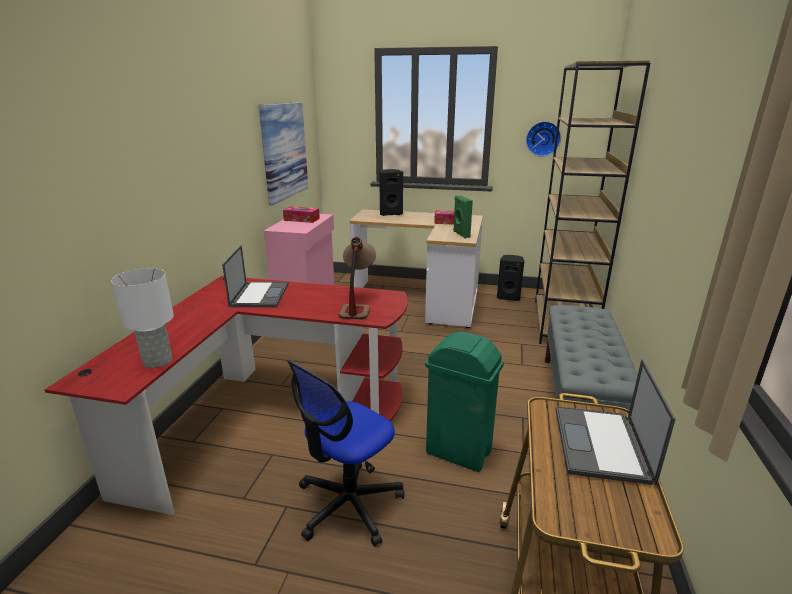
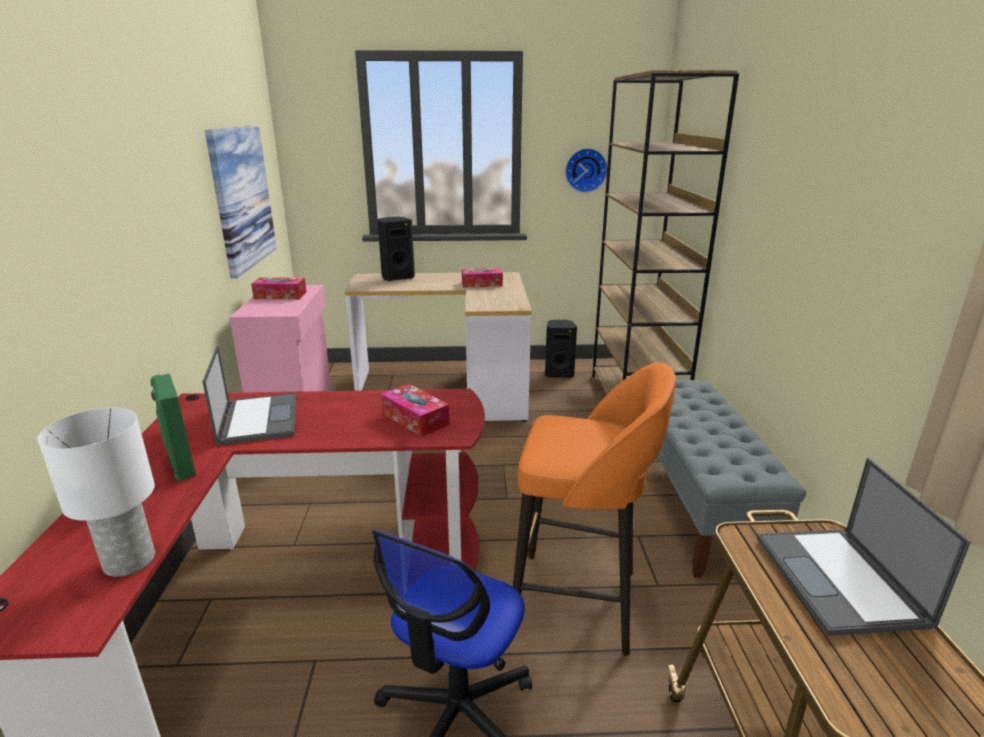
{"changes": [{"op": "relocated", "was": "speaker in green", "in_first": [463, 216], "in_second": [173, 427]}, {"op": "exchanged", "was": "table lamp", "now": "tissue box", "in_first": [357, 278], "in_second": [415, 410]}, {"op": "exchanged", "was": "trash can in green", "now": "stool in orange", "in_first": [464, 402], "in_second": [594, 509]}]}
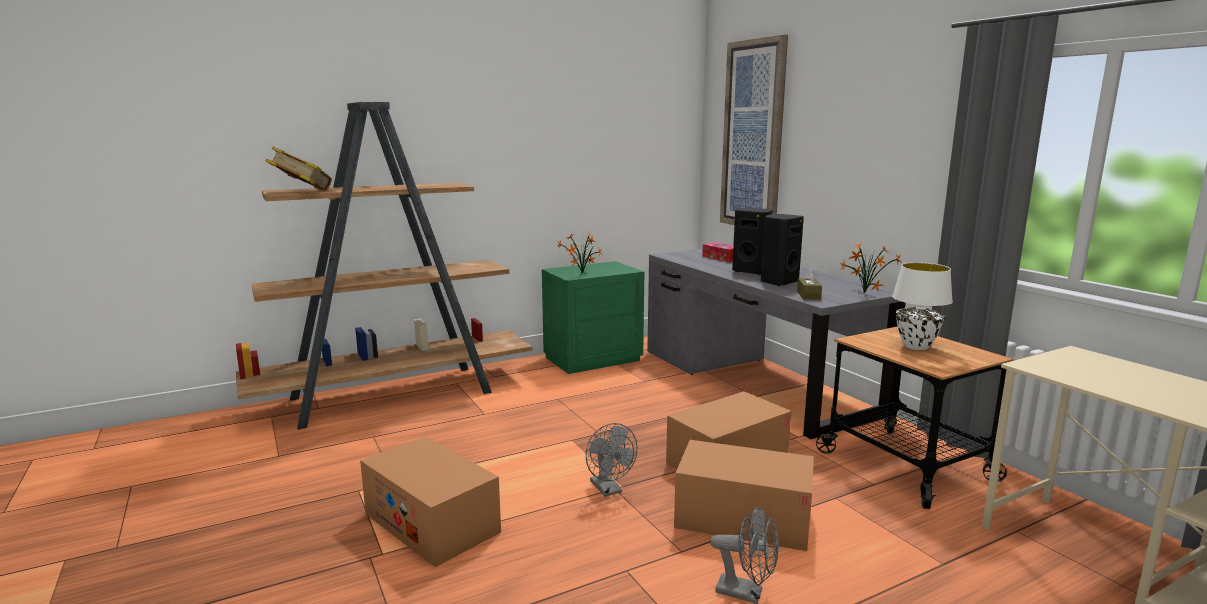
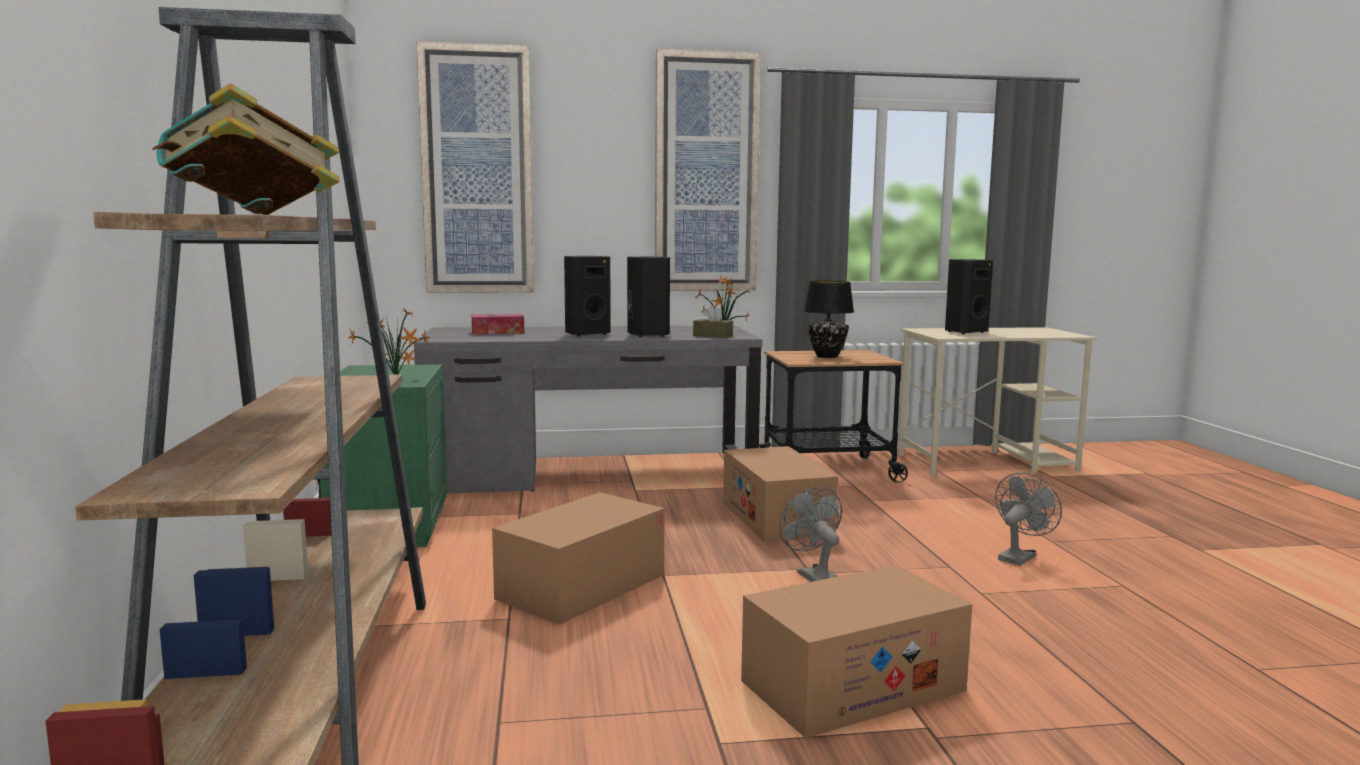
{"changes": [{"op": "appeared", "now": "picture", "in_second": [708, 170]}, {"op": "appeared", "now": "speaker in black", "in_second": [969, 296]}, {"op": "relocated", "was": "cardboard box", "in_first": [744, 495], "in_second": [578, 558]}, {"op": "colour", "was": "table lamp in white", "now": "table lamp in black", "in_first": [922, 306], "in_second": [829, 319]}, {"op": "spun", "was": "fan in grey", "in_first": [611, 460], "in_second": [810, 534], "clockwise": -105}]}
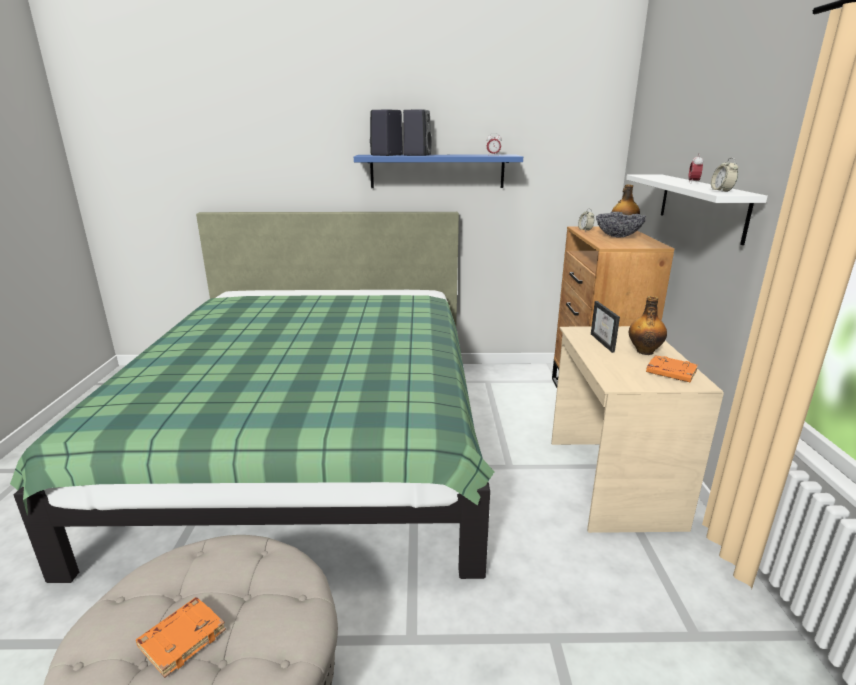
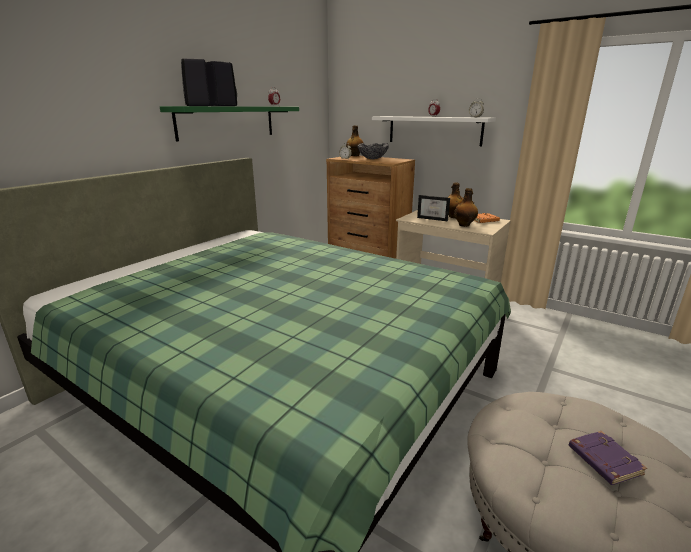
{"changes": [{"op": "appeared", "now": "bottle", "in_second": [466, 207]}, {"op": "colour", "was": "book in orange", "now": "book in purple", "in_first": [181, 637], "in_second": [608, 458]}, {"op": "colour", "was": "shelf in blue", "now": "shelf in green", "in_first": [438, 171], "in_second": [229, 123]}]}
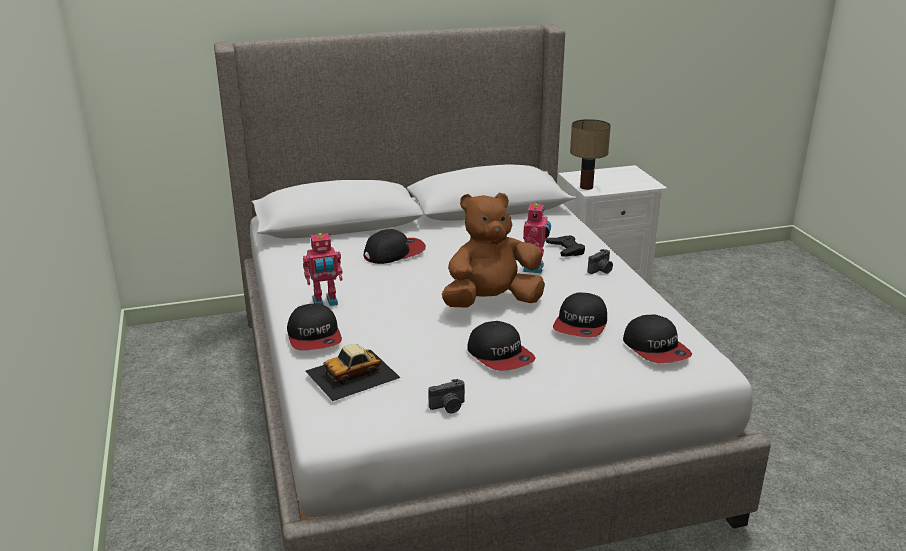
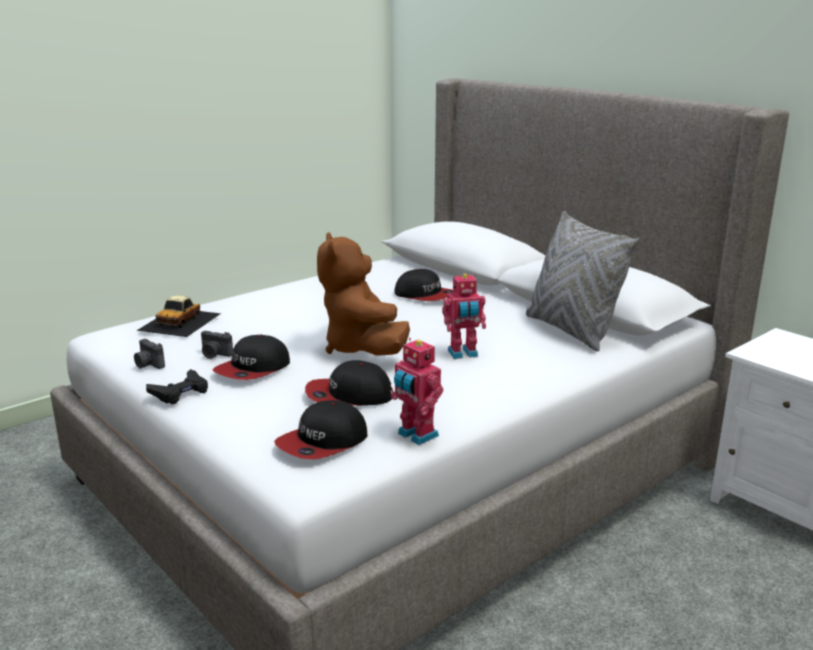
{"changes": [{"op": "missing", "was": "cap", "in_first": [314, 327]}, {"op": "missing", "was": "table lamp", "in_first": [590, 154]}, {"op": "appeared", "now": "pillow in grey", "in_second": [583, 281]}, {"op": "relocated", "was": "toy robot", "in_first": [323, 269], "in_second": [417, 391]}, {"op": "relocated", "was": "game controller in black", "in_first": [565, 246], "in_second": [177, 386]}, {"op": "relocated", "was": "photo camera", "in_first": [600, 261], "in_second": [217, 345]}, {"op": "spun", "was": "toy car", "in_first": [353, 372], "in_second": [178, 316], "clockwise": -105}, {"op": "spun", "was": "plush toy in brown", "in_first": [493, 250], "in_second": [363, 294], "clockwise": -150}]}
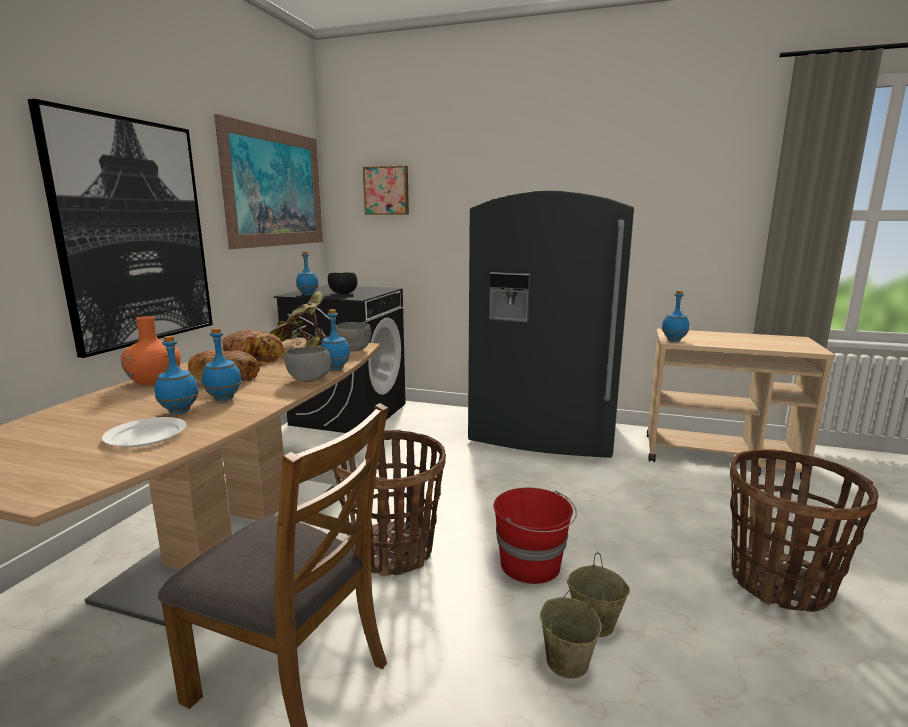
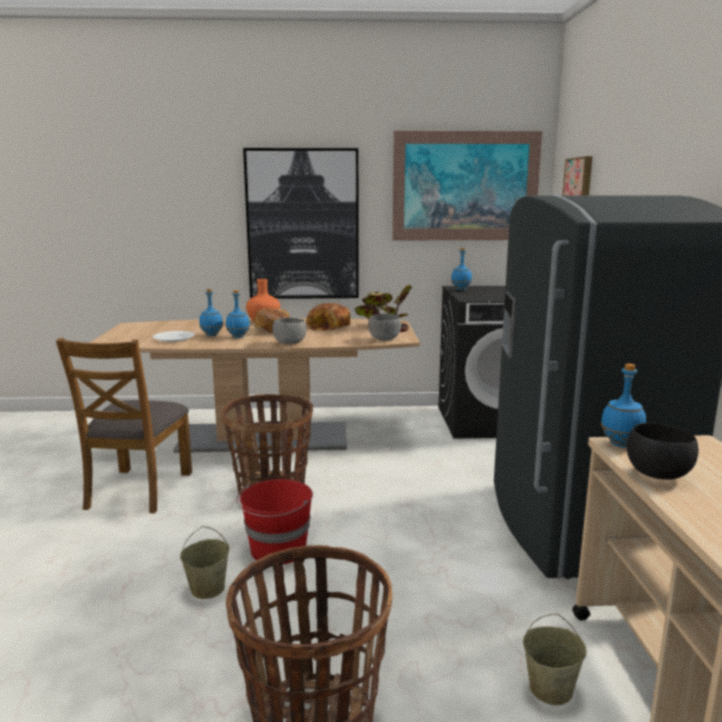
{"changes": [{"op": "missing", "was": "bottle in blue", "in_first": [335, 340]}, {"op": "relocated", "was": "bowl in black", "in_first": [342, 283], "in_second": [663, 451]}, {"op": "relocated", "was": "bucket in beige", "in_first": [571, 633], "in_second": [555, 659]}]}
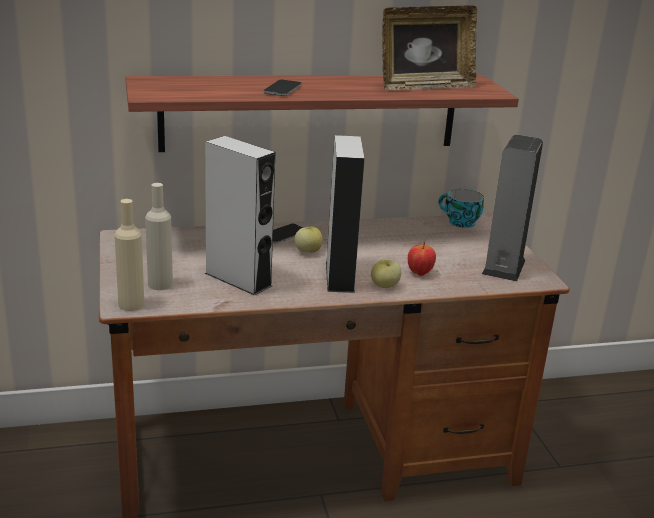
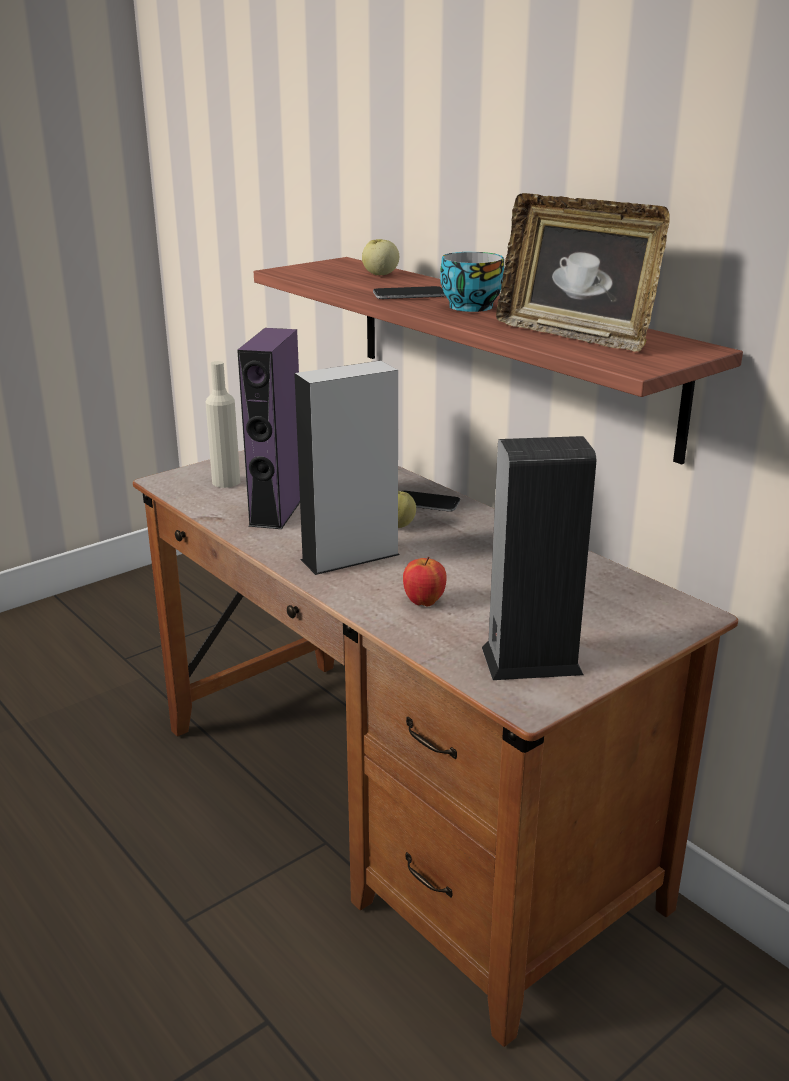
{"changes": [{"op": "missing", "was": "bottle in beige", "in_first": [129, 255]}, {"op": "relocated", "was": "apple", "in_first": [386, 274], "in_second": [380, 257]}, {"op": "relocated", "was": "cup", "in_first": [461, 208], "in_second": [472, 282]}, {"op": "colour", "was": "speaker in grey", "now": "speaker in purple", "in_first": [240, 216], "in_second": [268, 428]}]}
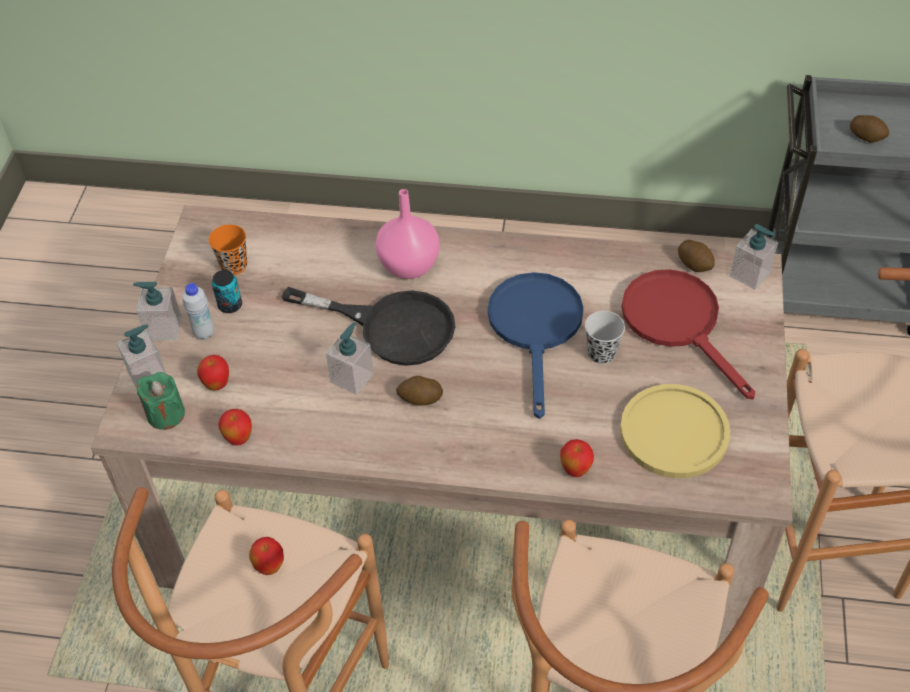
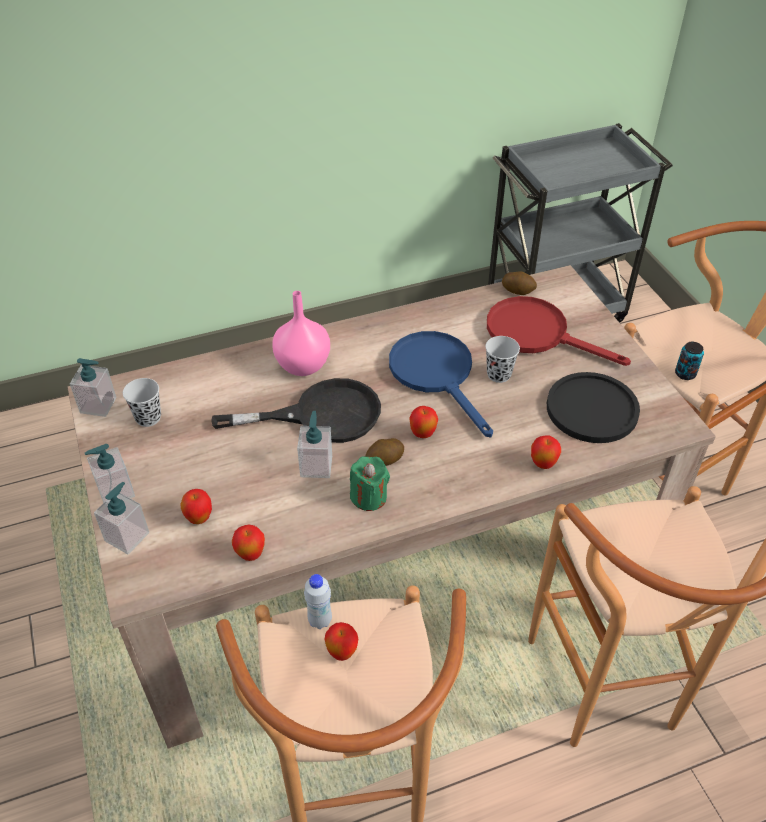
{"changes": [{"op": "missing", "was": "potato", "in_first": [869, 129]}, {"op": "appeared", "now": "apple", "in_second": [423, 422]}, {"op": "relocated", "was": "candle in green", "in_first": [161, 401], "in_second": [370, 483]}, {"op": "relocated", "was": "bottle in white", "in_first": [198, 311], "in_second": [318, 601]}, {"op": "relocated", "was": "can", "in_first": [227, 291], "in_second": [689, 361]}, {"op": "relocated", "was": "soap dispenser", "in_first": [754, 257], "in_second": [93, 387]}, {"op": "colour", "was": "cup in orange", "now": "cup in black", "in_first": [228, 249], "in_second": [142, 402]}, {"op": "colour", "was": "plate in yellow", "now": "plate in black", "in_first": [675, 431], "in_second": [593, 407]}]}
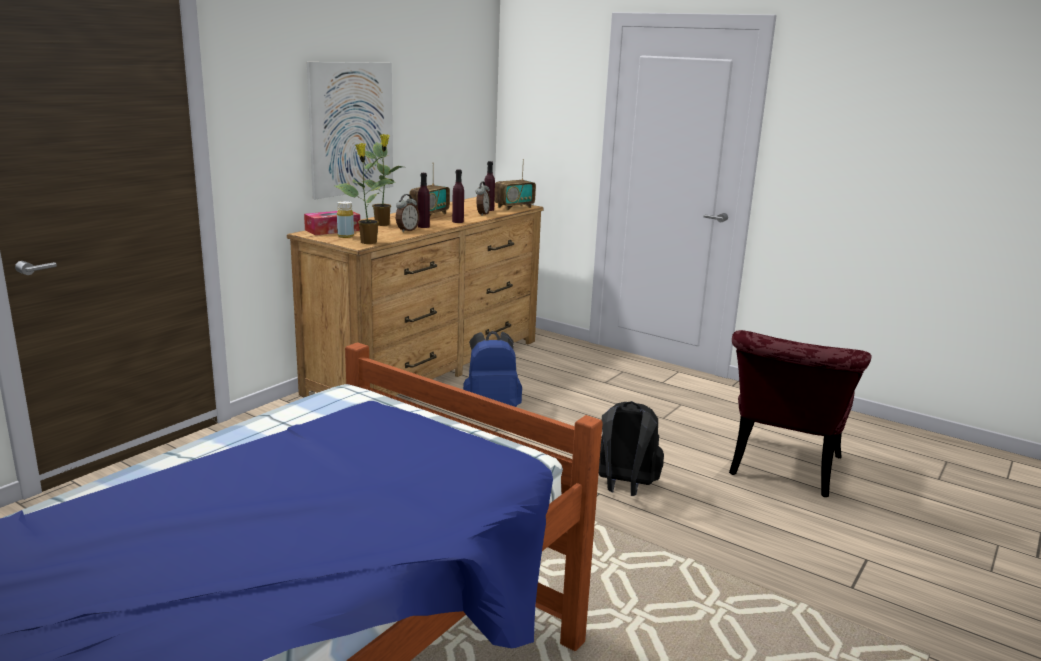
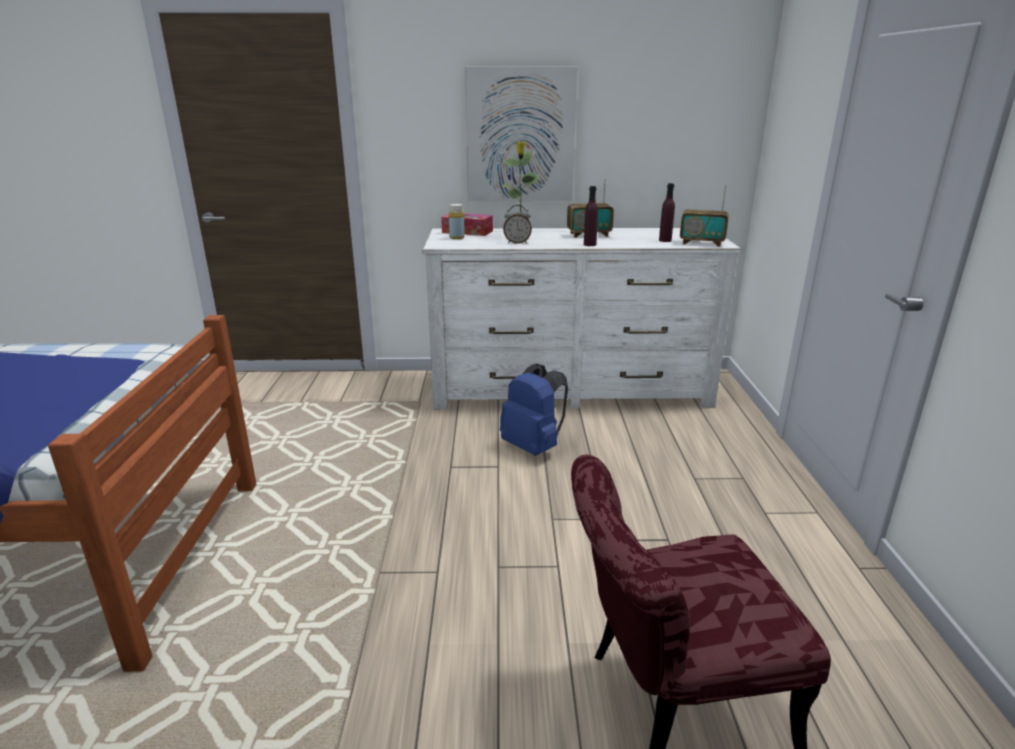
{"changes": [{"op": "missing", "was": "potted plant", "in_first": [365, 193]}, {"op": "missing", "was": "bottle in purple", "in_first": [424, 200]}, {"op": "missing", "was": "alarm clock", "in_first": [483, 199]}, {"op": "missing", "was": "backpack in black", "in_first": [631, 448]}, {"op": "colour", "was": "dresser in brown", "now": "dresser in white", "in_first": [415, 297], "in_second": [582, 318]}]}
